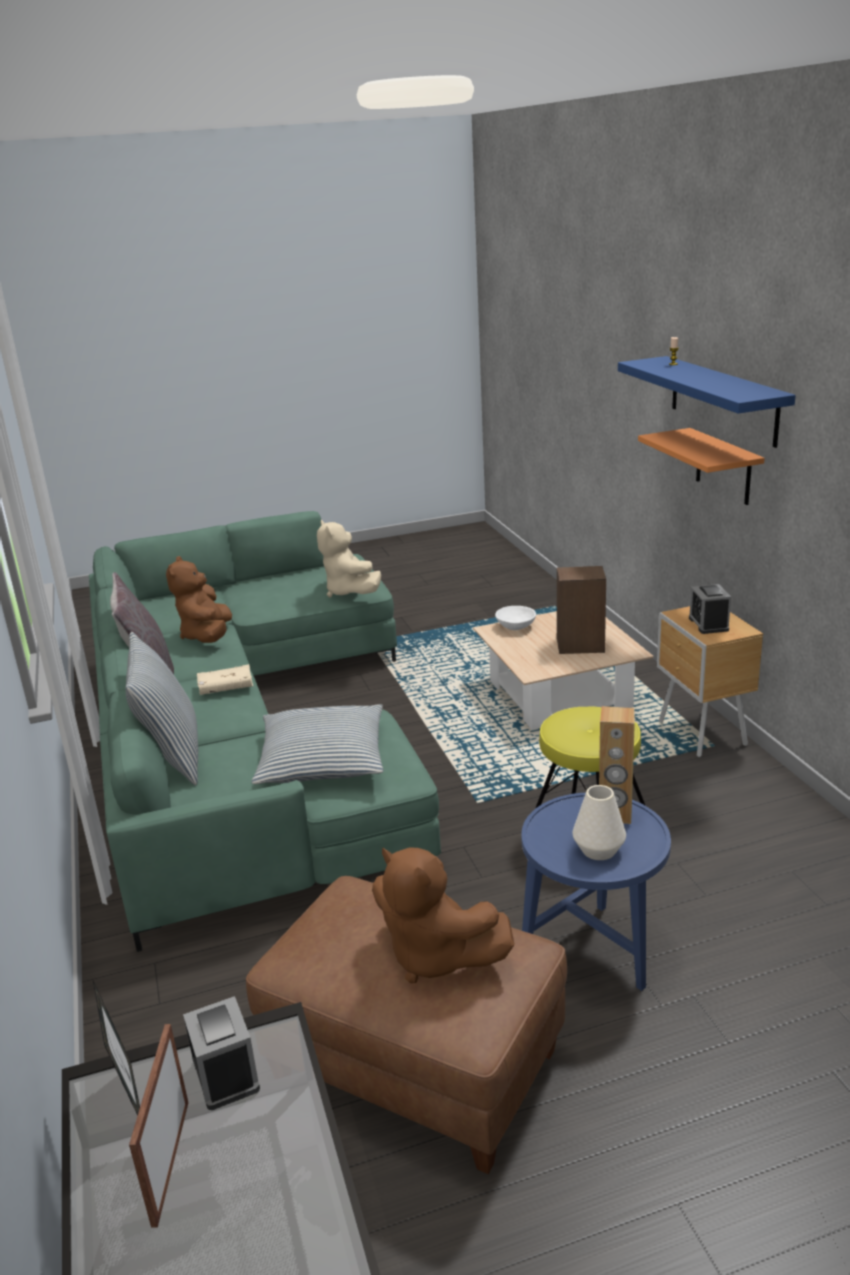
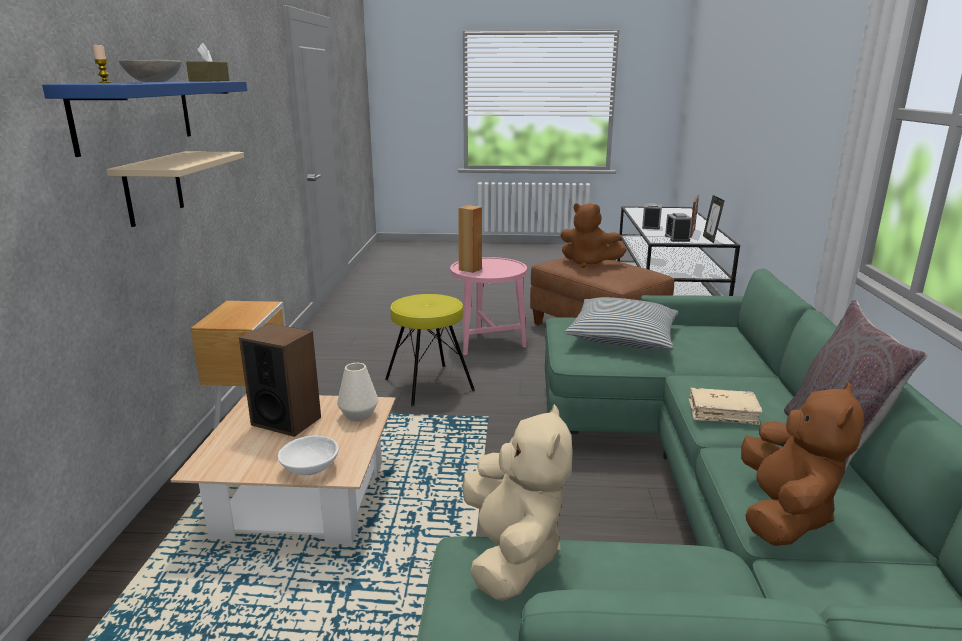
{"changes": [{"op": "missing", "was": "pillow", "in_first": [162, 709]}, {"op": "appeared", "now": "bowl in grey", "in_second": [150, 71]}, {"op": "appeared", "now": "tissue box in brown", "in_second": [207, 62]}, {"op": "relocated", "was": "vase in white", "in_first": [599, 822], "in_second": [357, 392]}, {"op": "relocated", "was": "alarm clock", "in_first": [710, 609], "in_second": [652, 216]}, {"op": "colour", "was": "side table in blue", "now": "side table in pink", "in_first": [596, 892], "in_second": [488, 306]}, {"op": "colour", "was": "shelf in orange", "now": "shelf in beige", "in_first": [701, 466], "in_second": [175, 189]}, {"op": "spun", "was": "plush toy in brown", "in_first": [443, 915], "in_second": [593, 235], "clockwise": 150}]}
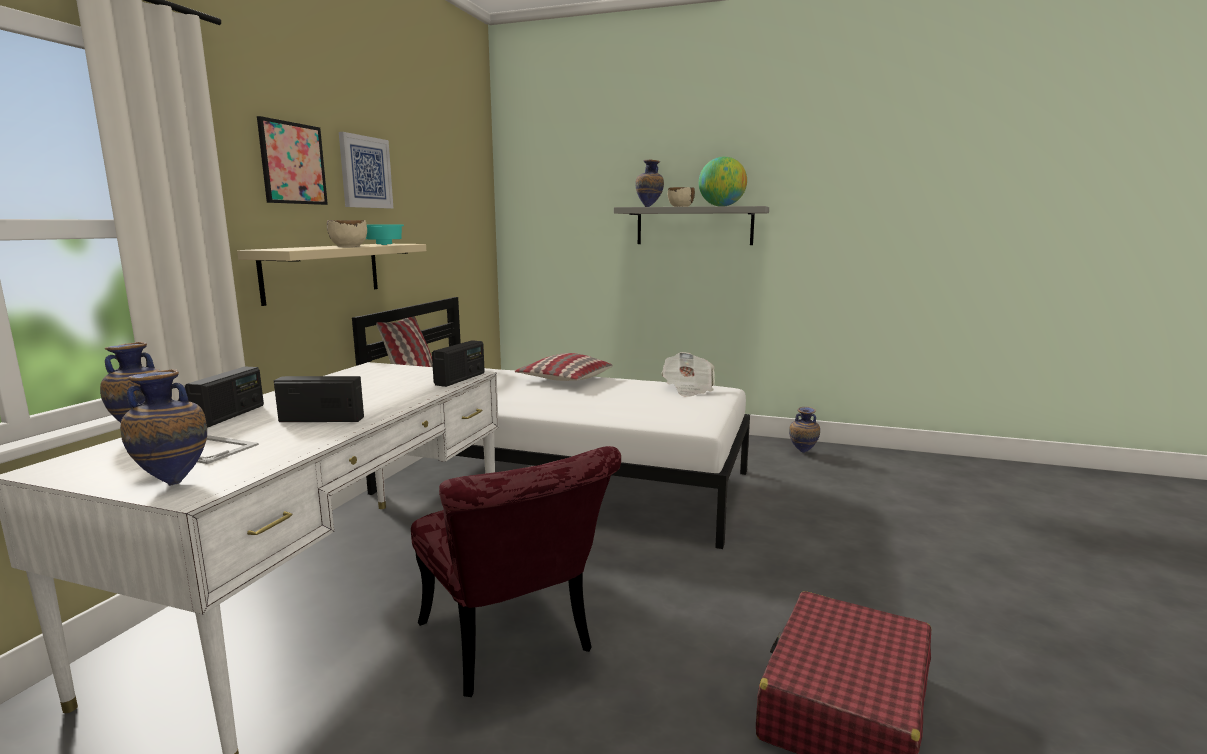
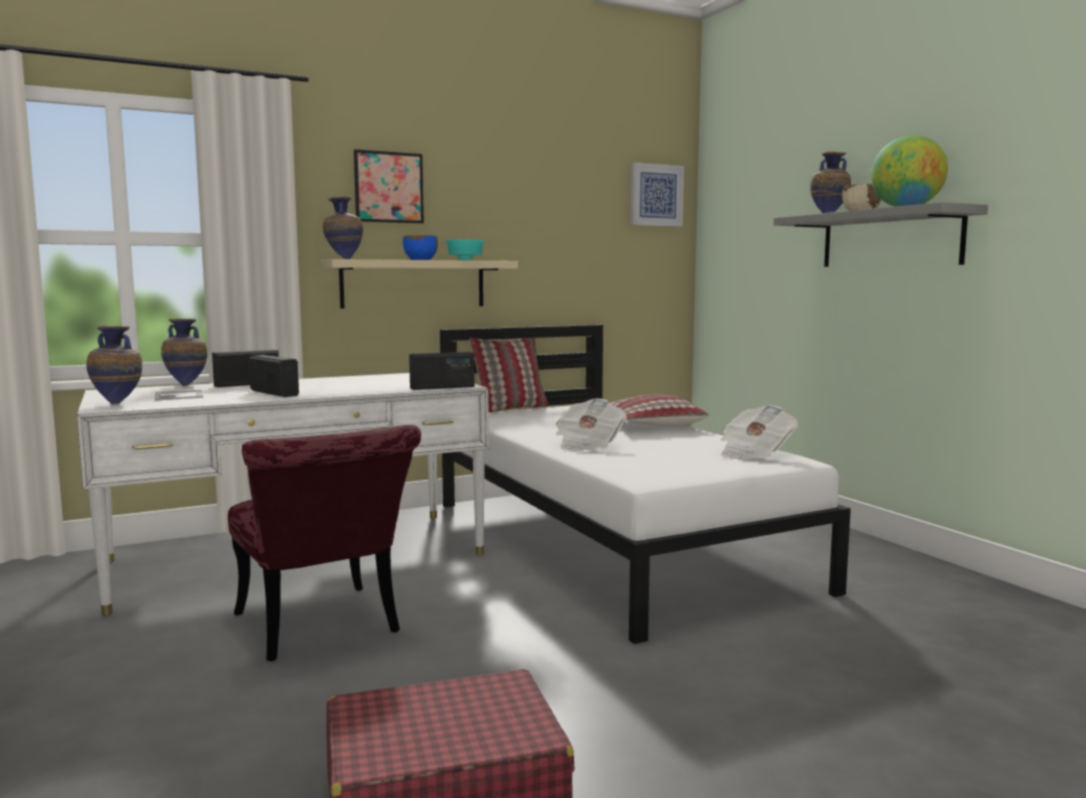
{"changes": [{"op": "appeared", "now": "newspaper", "in_second": [591, 425]}, {"op": "relocated", "was": "picture", "in_first": [366, 170], "in_second": [657, 194]}, {"op": "relocated", "was": "vase", "in_first": [804, 430], "in_second": [343, 227]}, {"op": "colour", "was": "bowl in beige", "now": "bowl in blue", "in_first": [347, 233], "in_second": [420, 247]}, {"op": "spun", "was": "chair in red", "in_first": [516, 571], "in_second": [324, 543], "clockwise": -45}]}
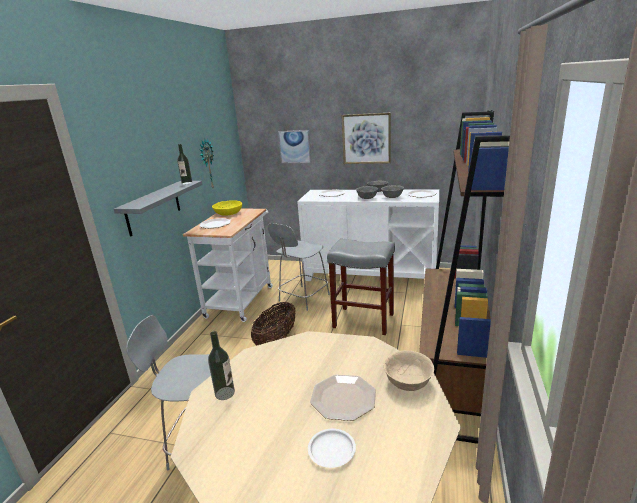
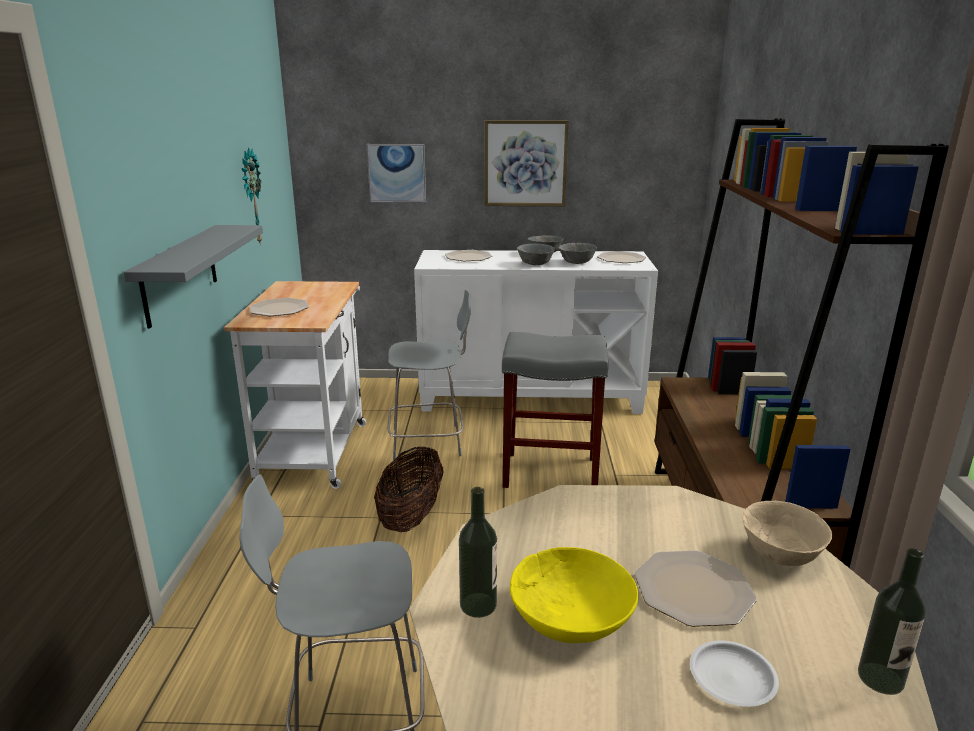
{"changes": [{"op": "relocated", "was": "bottle", "in_first": [184, 164], "in_second": [892, 621]}, {"op": "relocated", "was": "bowl in yellow", "in_first": [227, 208], "in_second": [574, 595]}, {"op": "spun", "was": "chair in grey", "in_first": [299, 267], "in_second": [429, 375], "clockwise": -120}]}
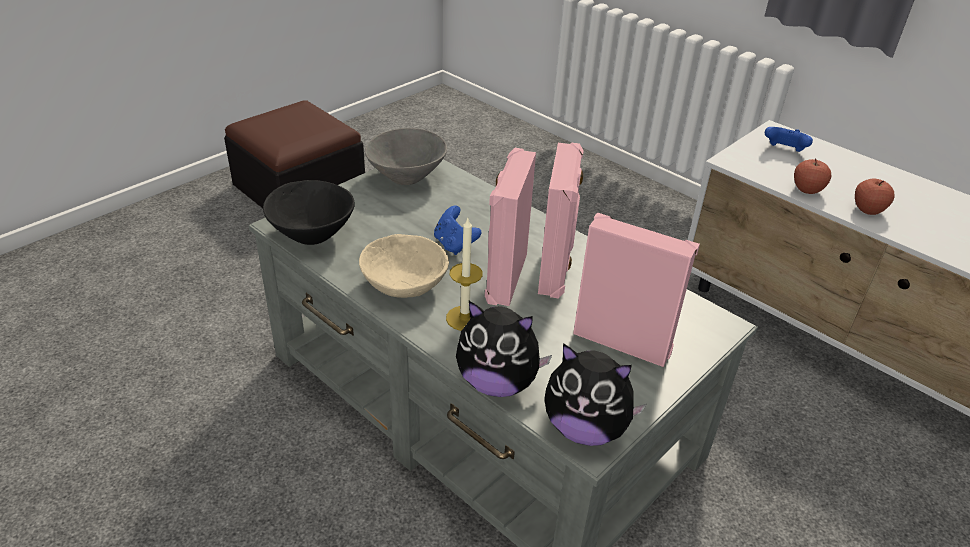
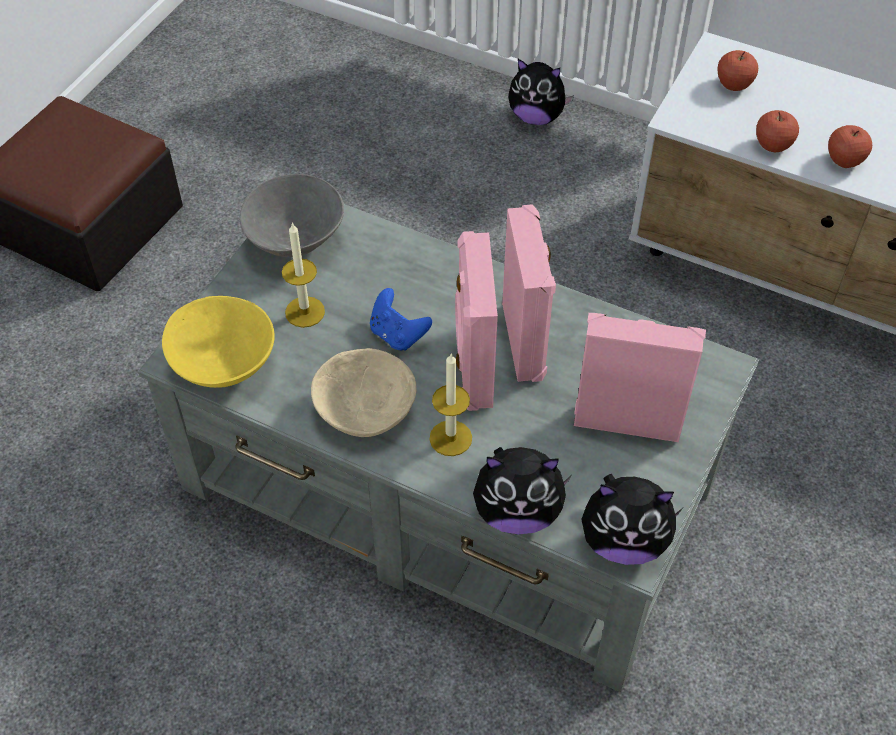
{"changes": [{"op": "appeared", "now": "candle", "in_second": [303, 275]}, {"op": "appeared", "now": "plush toy", "in_second": [541, 92]}, {"op": "exchanged", "was": "game controller in blue", "now": "apple", "in_first": [789, 139], "in_second": [738, 70]}, {"op": "colour", "was": "bowl in black", "now": "bowl in yellow", "in_first": [309, 212], "in_second": [218, 342]}]}
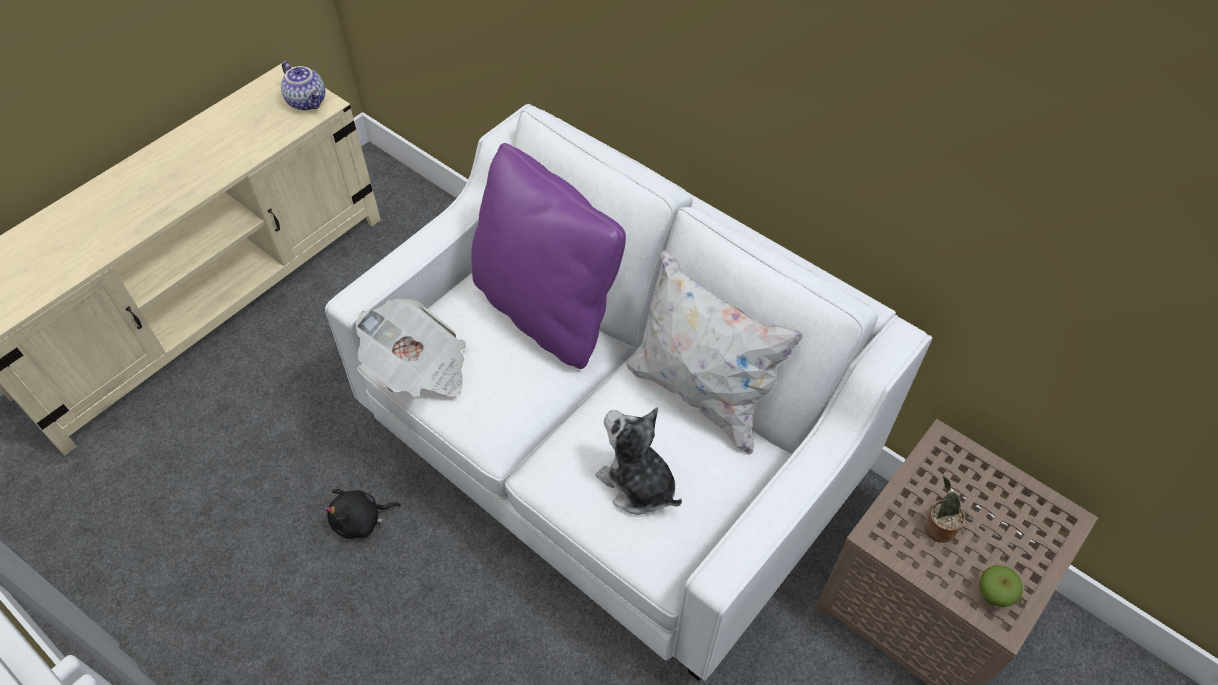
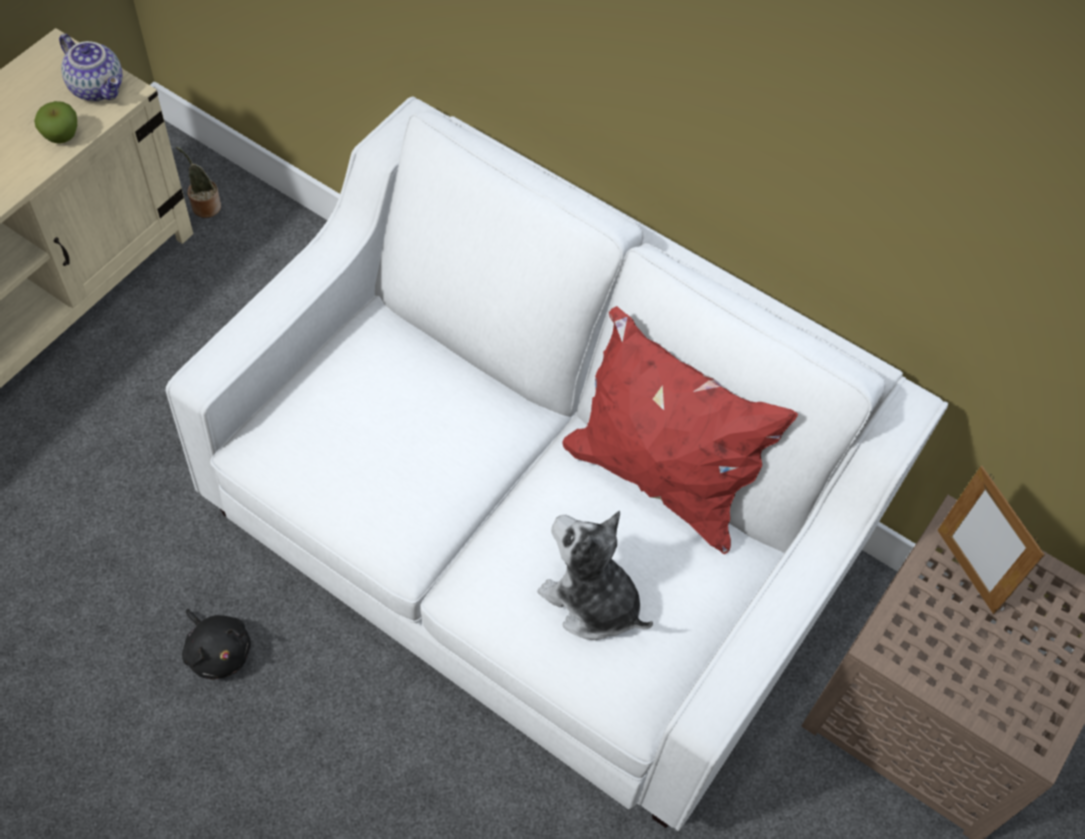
{"changes": [{"op": "missing", "was": "newspaper", "in_first": [410, 348]}, {"op": "missing", "was": "pillow in purple", "in_first": [548, 256]}, {"op": "appeared", "now": "picture frame", "in_second": [991, 540]}, {"op": "relocated", "was": "potted plant", "in_first": [944, 509], "in_second": [198, 182]}, {"op": "relocated", "was": "apple", "in_first": [1001, 586], "in_second": [55, 122]}, {"op": "colour", "was": "pillow in white", "now": "pillow in red", "in_first": [715, 352], "in_second": [680, 430]}, {"op": "spun", "was": "plush toy in black", "in_first": [363, 514], "in_second": [216, 644], "clockwise": -105}]}
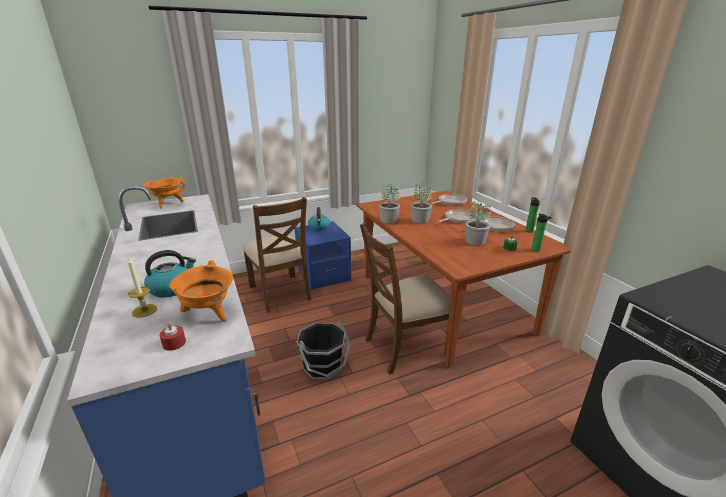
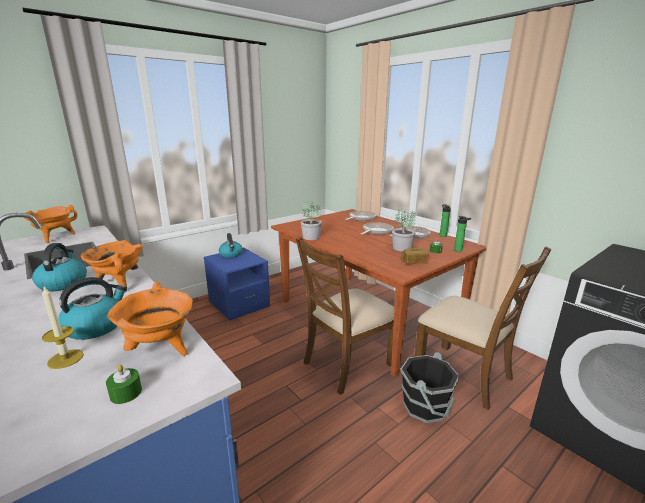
{"changes": [{"op": "missing", "was": "potted plant", "in_first": [421, 202]}, {"op": "appeared", "now": "kettle", "in_second": [59, 267]}, {"op": "appeared", "now": "cooking pot in orange", "in_second": [112, 266]}, {"op": "appeared", "now": "bread", "in_second": [414, 256]}, {"op": "relocated", "was": "chair in brown", "in_first": [277, 255], "in_second": [483, 328]}, {"op": "relocated", "was": "bucket in black", "in_first": [323, 351], "in_second": [430, 387]}, {"op": "colour", "was": "candle in red", "now": "candle in green", "in_first": [173, 336], "in_second": [124, 384]}]}
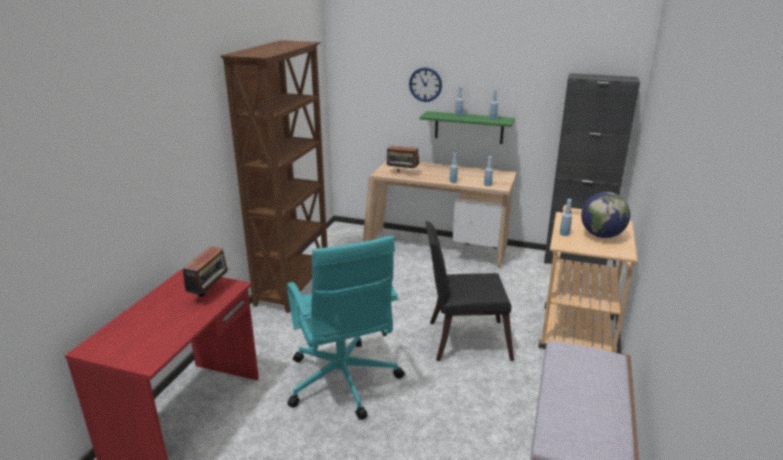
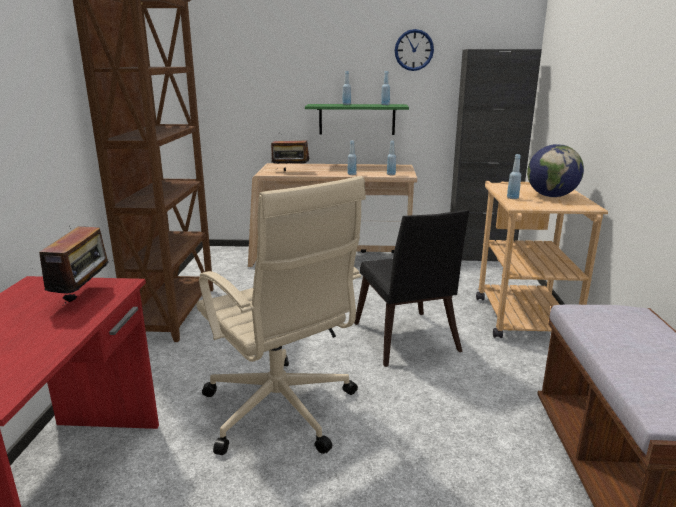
{"changes": [{"op": "relocated", "was": "wall clock", "in_first": [425, 84], "in_second": [414, 50]}, {"op": "colour", "was": "office chair in turquoise", "now": "office chair in beige", "in_first": [346, 327], "in_second": [281, 315]}, {"op": "spun", "was": "chair in black", "in_first": [469, 291], "in_second": [411, 288], "clockwise": -90}]}
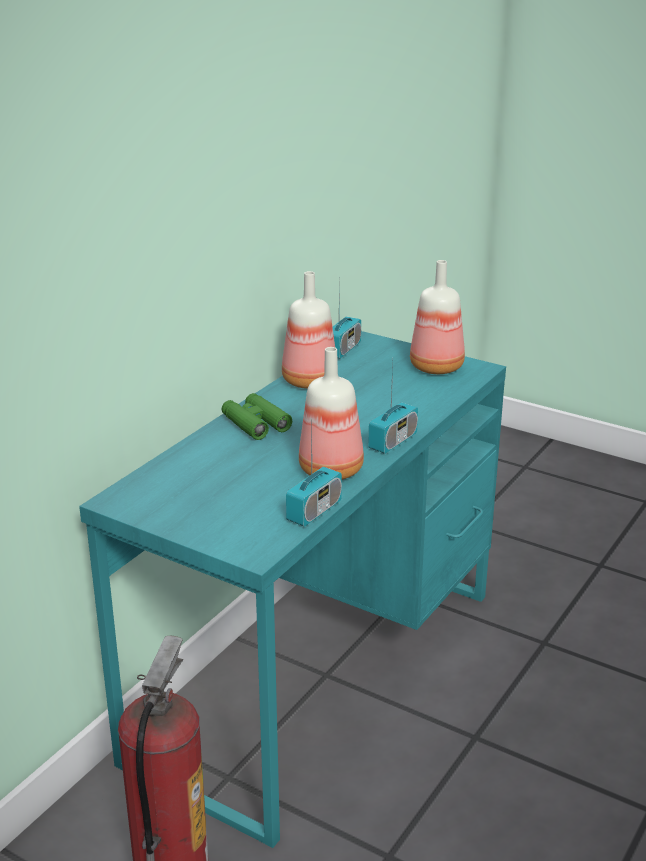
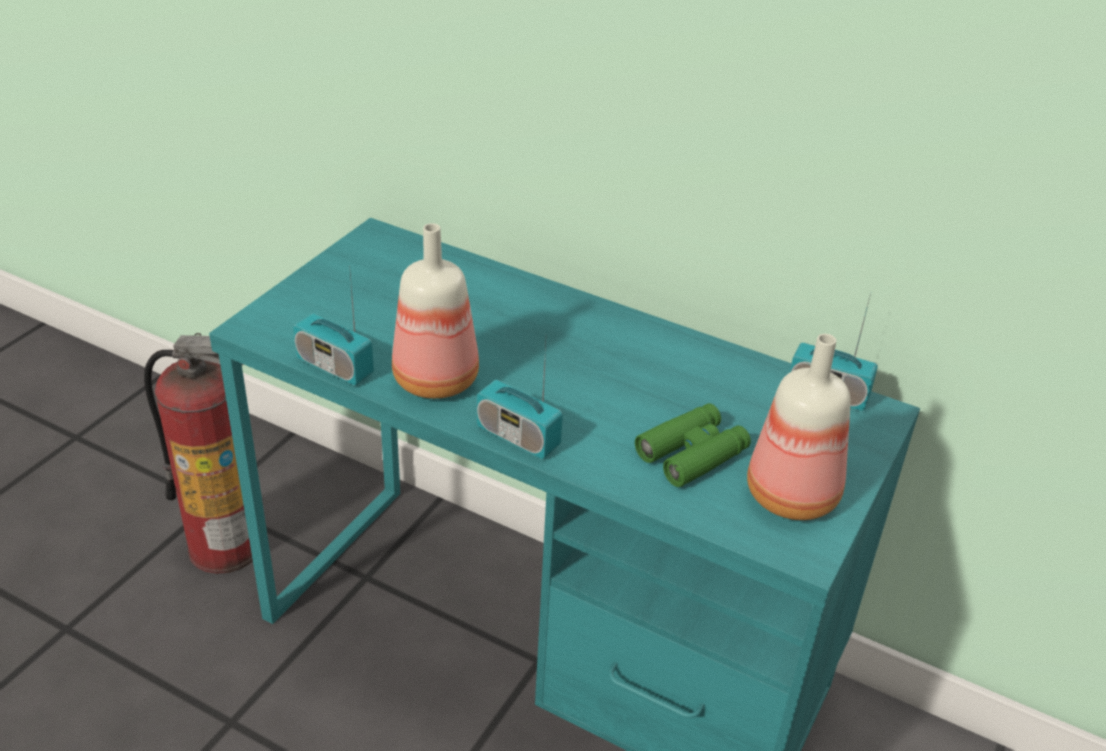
{"changes": [{"op": "missing", "was": "bottle", "in_first": [308, 330]}, {"op": "relocated", "was": "binoculars in green", "in_first": [257, 416], "in_second": [693, 445]}]}
